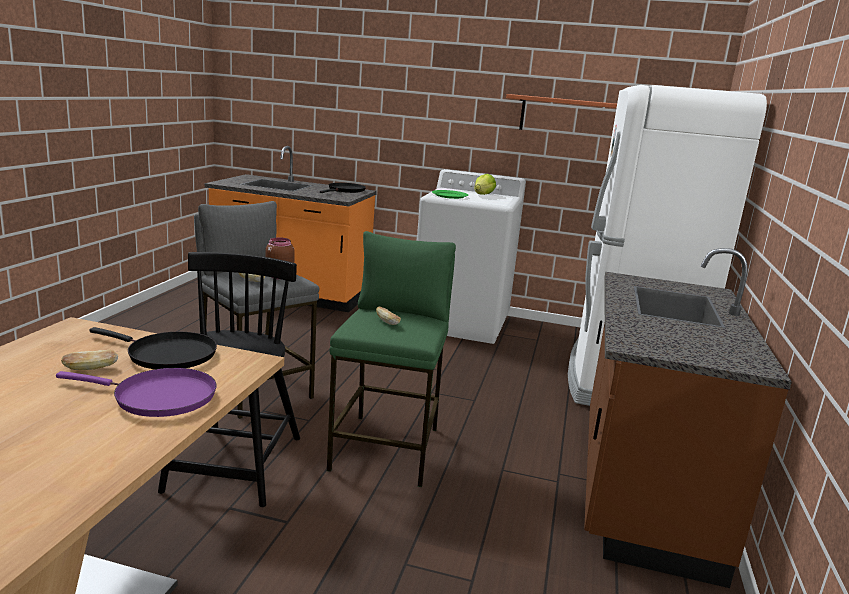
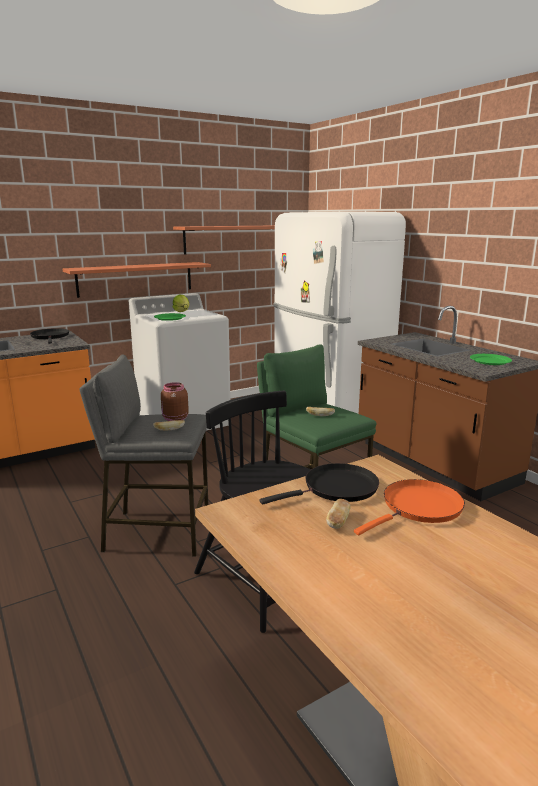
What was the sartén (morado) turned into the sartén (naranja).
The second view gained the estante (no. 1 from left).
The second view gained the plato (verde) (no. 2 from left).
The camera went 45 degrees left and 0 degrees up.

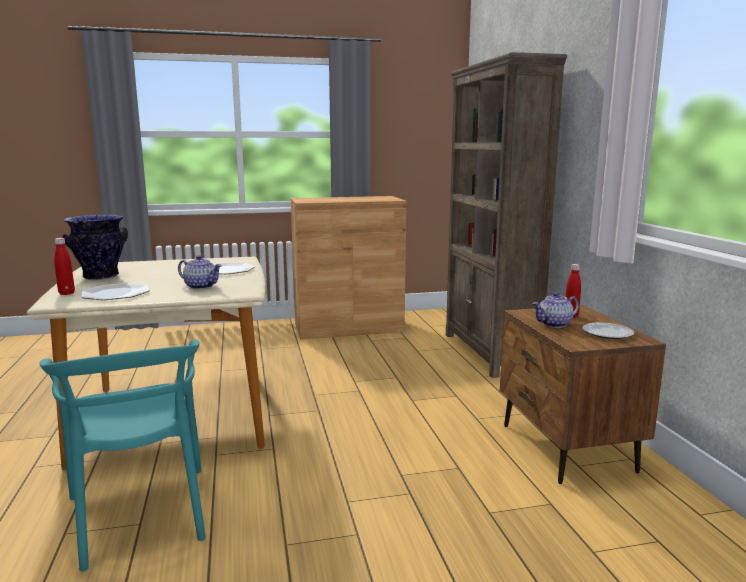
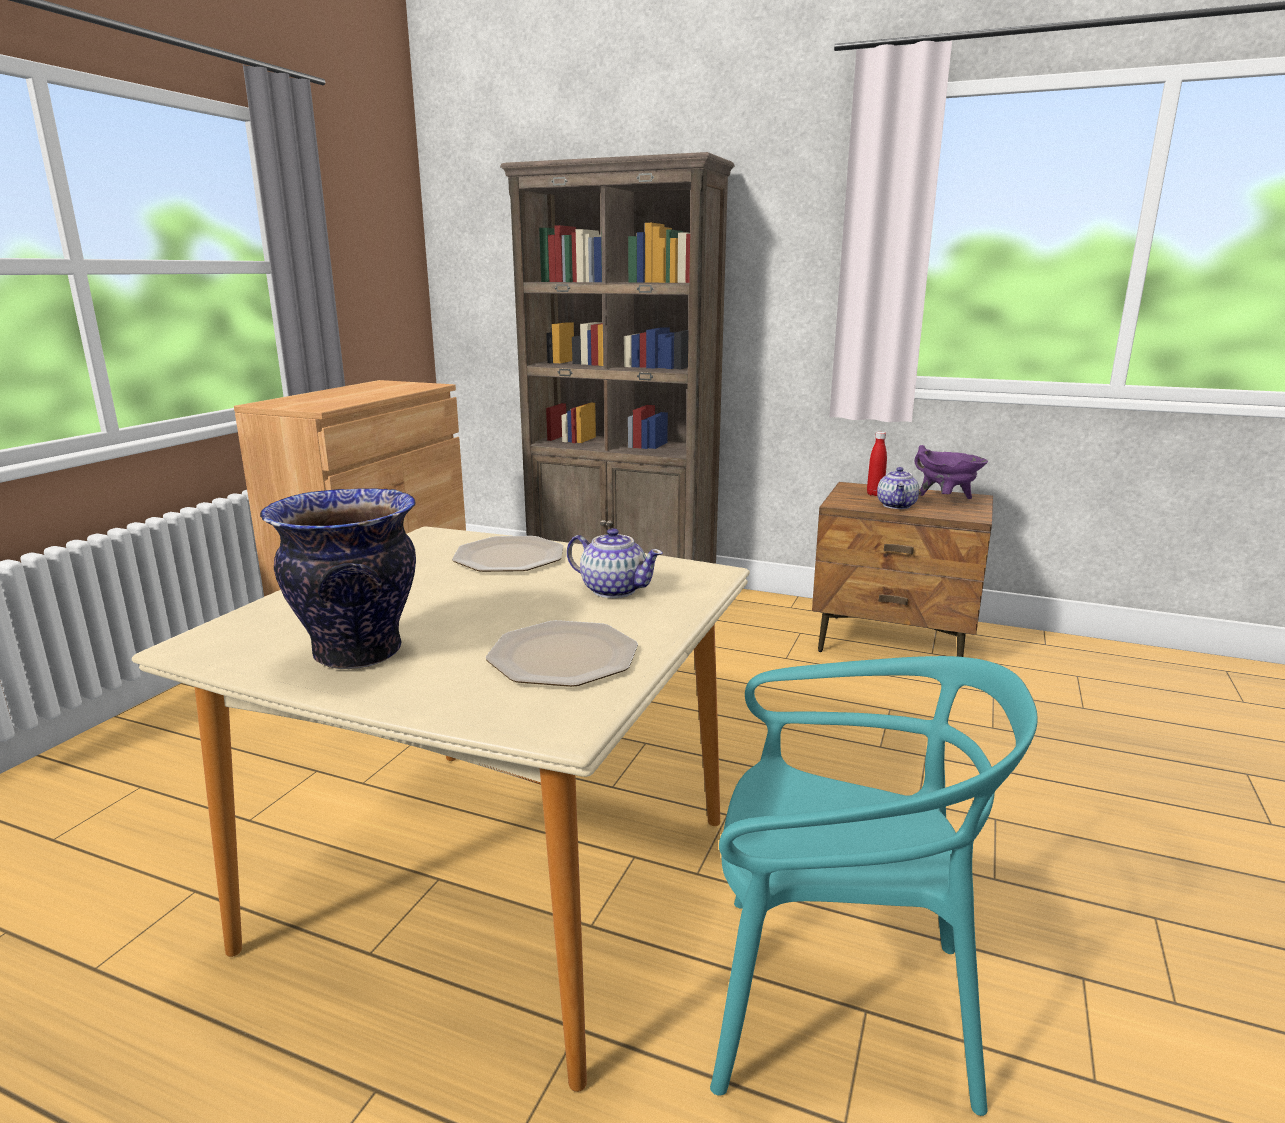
The second view lost the botella (rojo) (no. 1 from left).
The tetera (no. 1 from left) ended up facing another way, 60 degrees clockwise from before.
Where the plato (no. 3 from left) stood, the olla (morado) came to stand.
The camera went 55 degrees left and 5 degrees up.

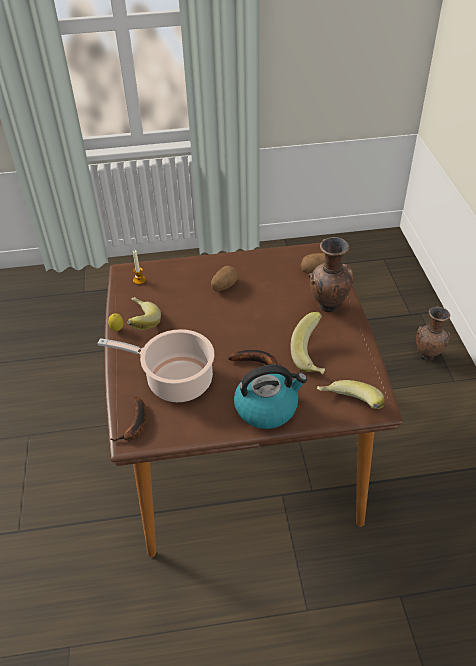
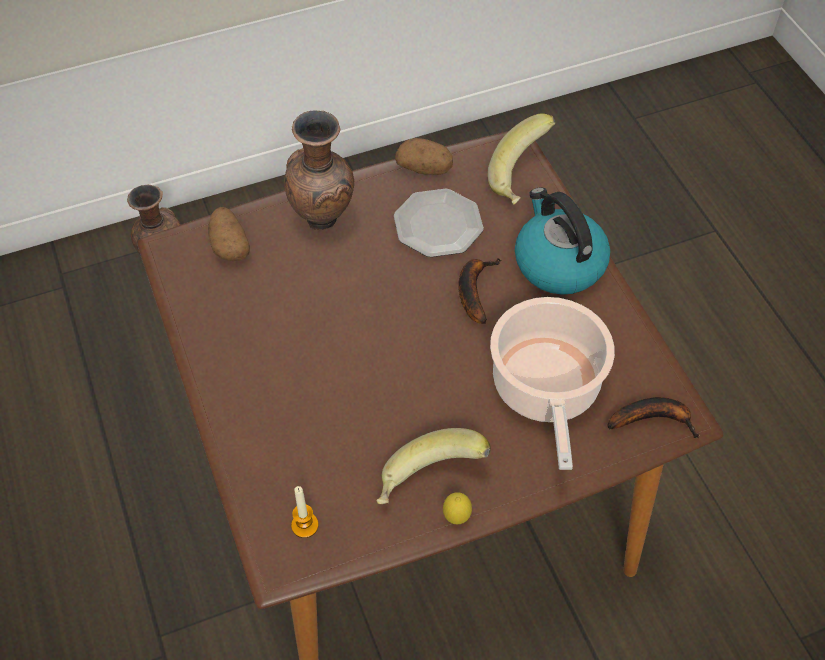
The patata (no. 1 from left in the first image) ended up elsewhere.
Where the plátano (no. 4 from left) stood, the plato came to stand.
The camera went 105 degrees left and 10 degrees up.

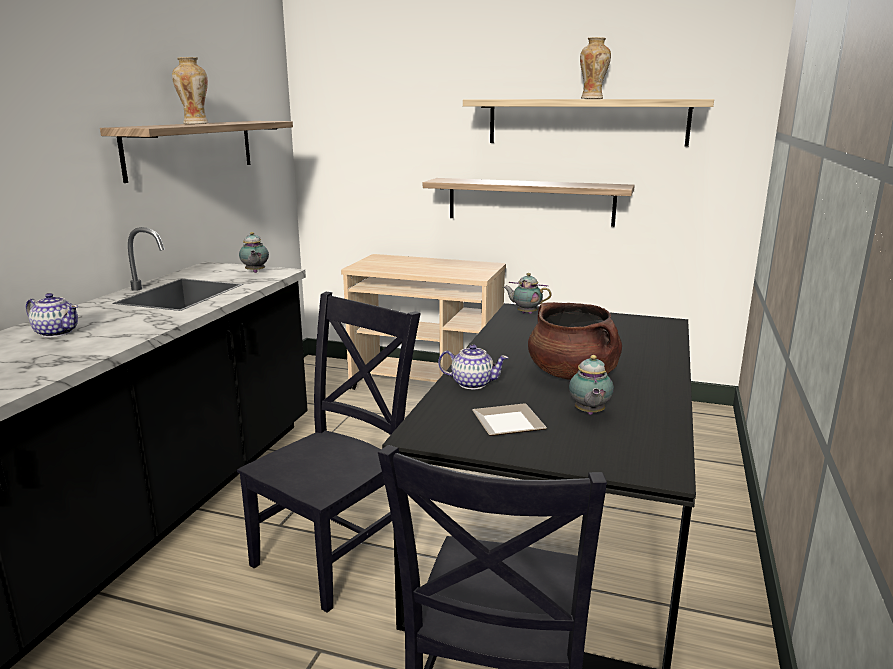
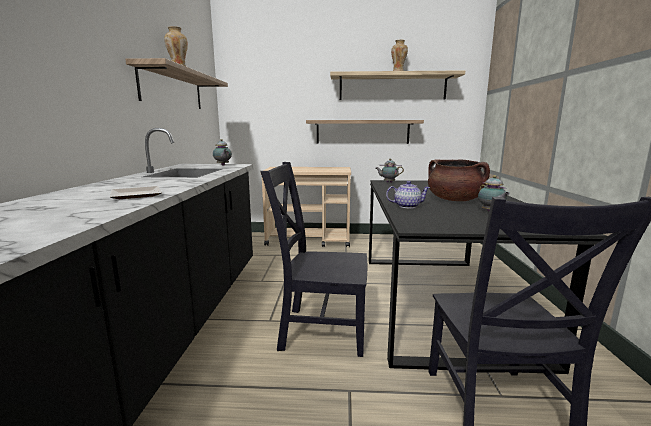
The silla (negro) (no. 1 from left) ended up facing another way, 105 degrees counterclockwise from before.
The second view lost the tetera (no. 1 from left).
The plato ended up elsewhere.
The camera went 15 degrees left and 5 degrees down.

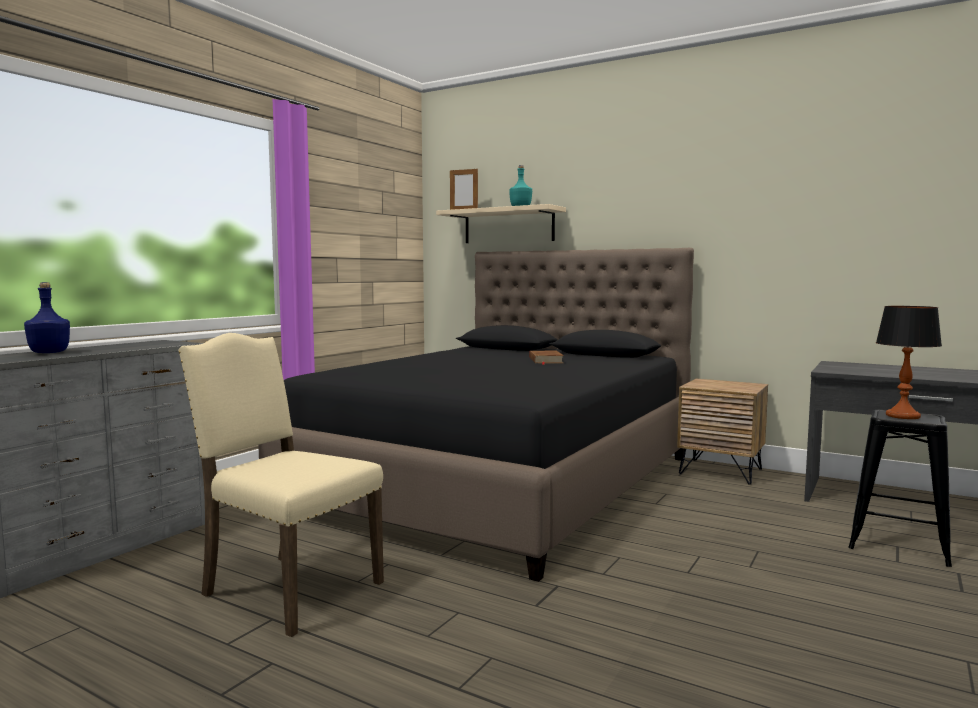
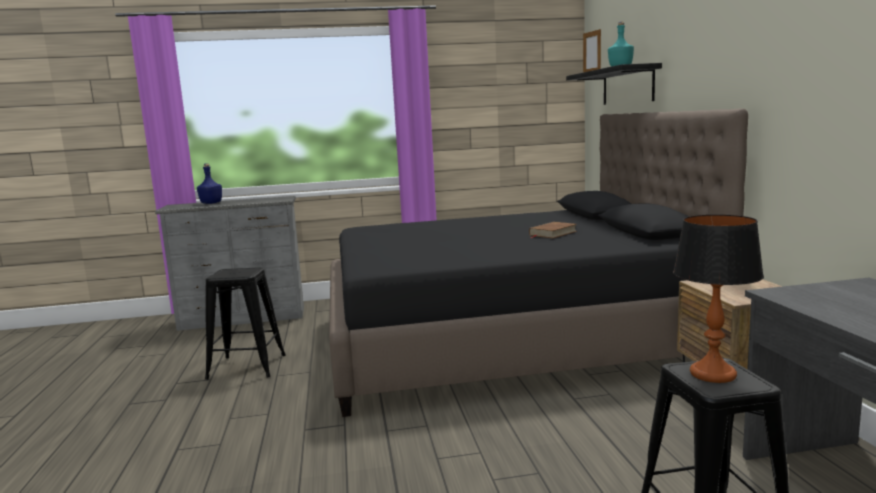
What was the estante (beis) turned into the estante (negro).
Where the silla (beis) stood, the taburete (negro) (no. 1 from left) came to stand.
The camera went 50 degrees right and 5 degrees up.

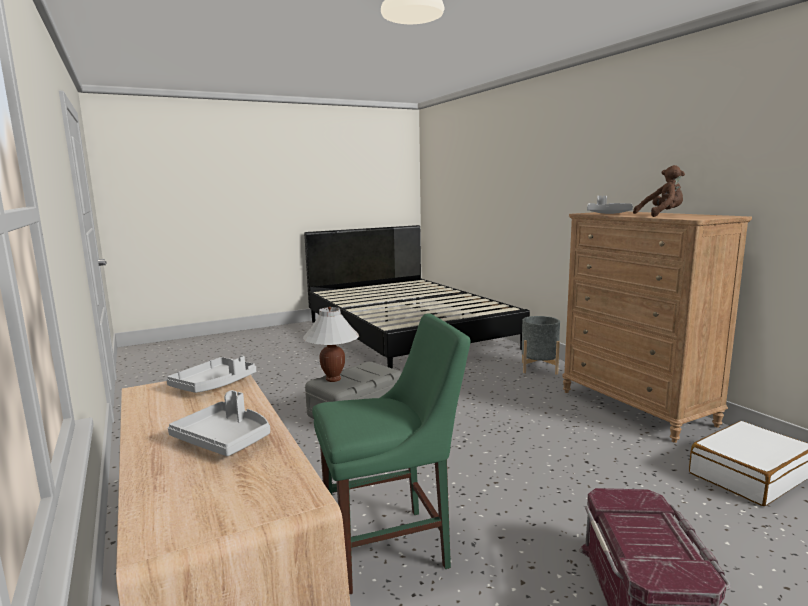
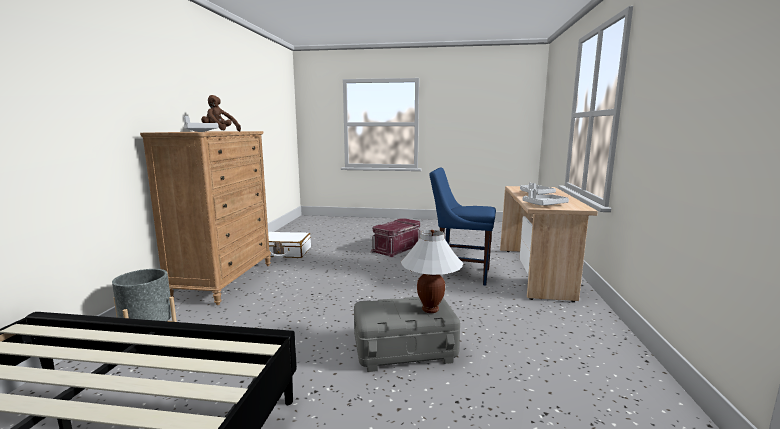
What was the silla (verde) turned into the silla (azul).
The camera went 145 degrees left and 0 degrees up.

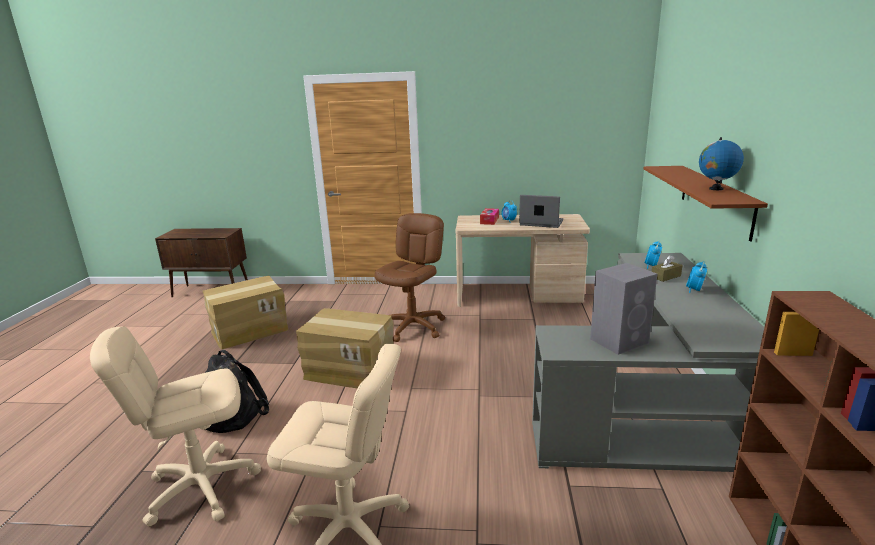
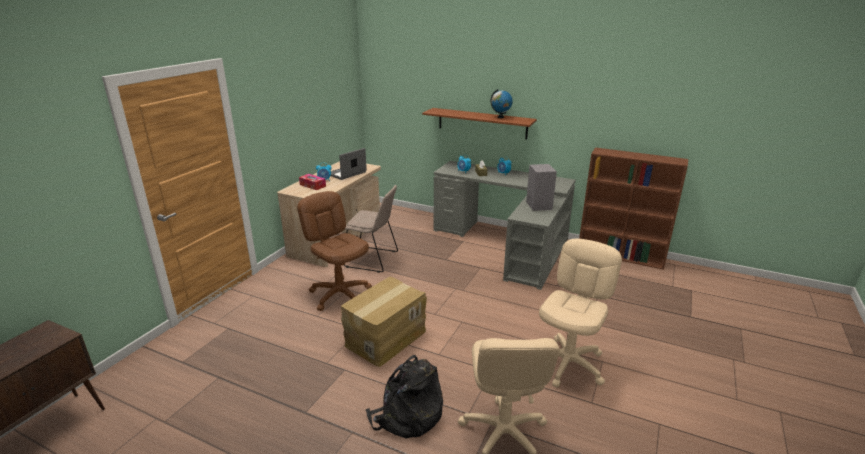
The second view lost the caja de cartón (no. 1 from left).
The second view gained the silla (beis).
The camera went 70 degrees left and 5 degrees up.

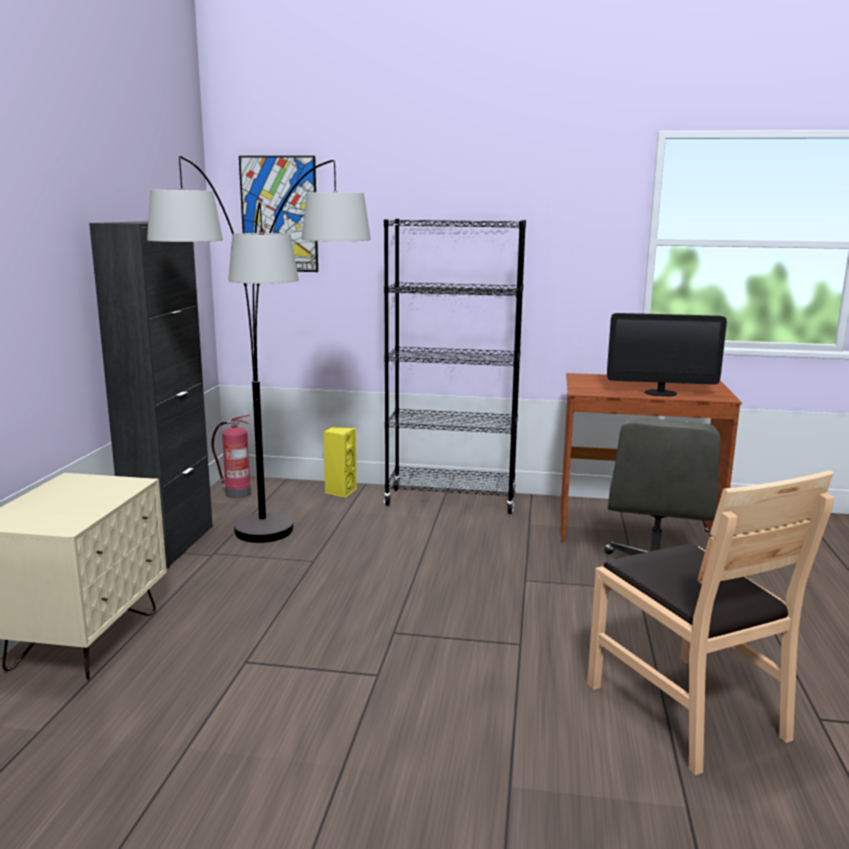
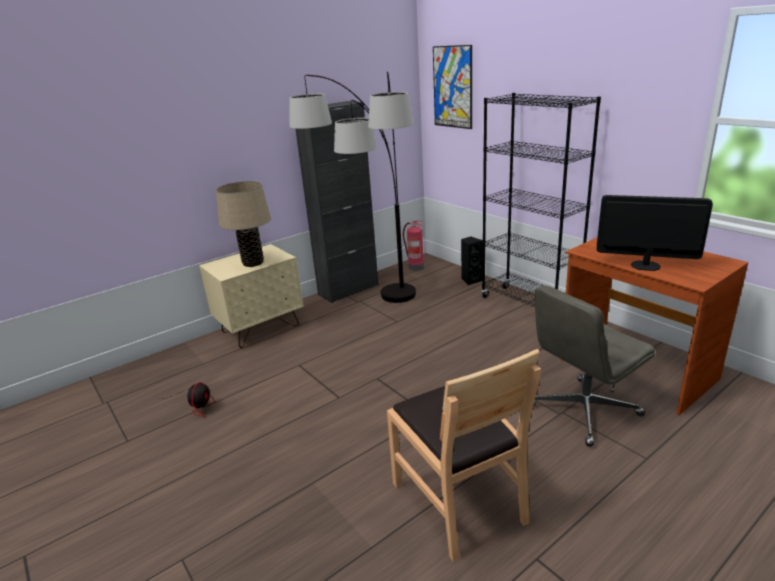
The monitor ended up facing another way, 150 degrees clockwise from before.
What was the altavoz (amarillo) turned into the altavoz (negro).
The silla (marrón) ended up facing another way, 45 degrees counterclockwise from before.
The second view gained the lámpara de mesa (beis).
The second view gained the ventilador.
The camera went 45 degrees right and 10 degrees up.

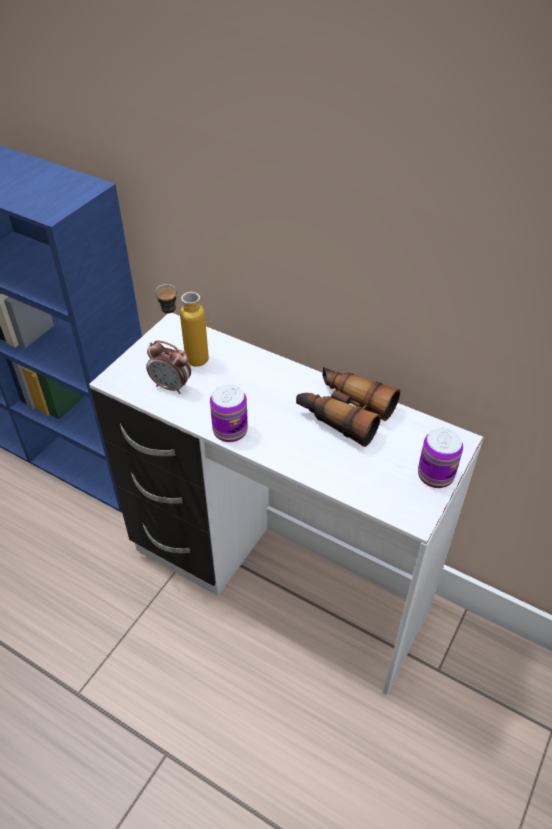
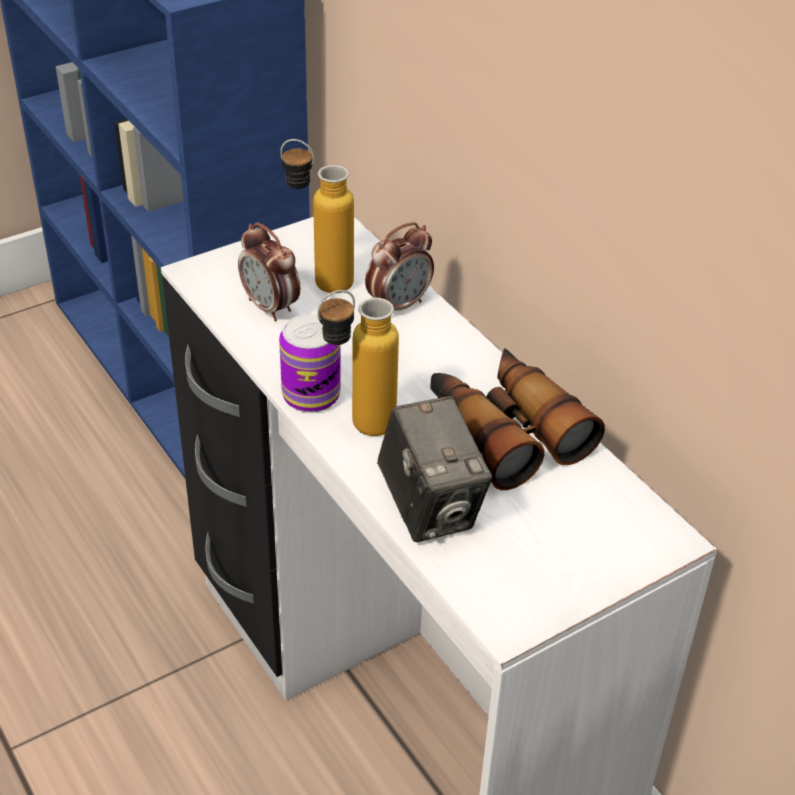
The second view lost the lata (no. 2 from left).
The second view gained the despertador (no. 2 from left).
The second view gained the botella (no. 2 from left).
The second view gained the cámara.
The camera went 25 degrees right and 5 degrees down.

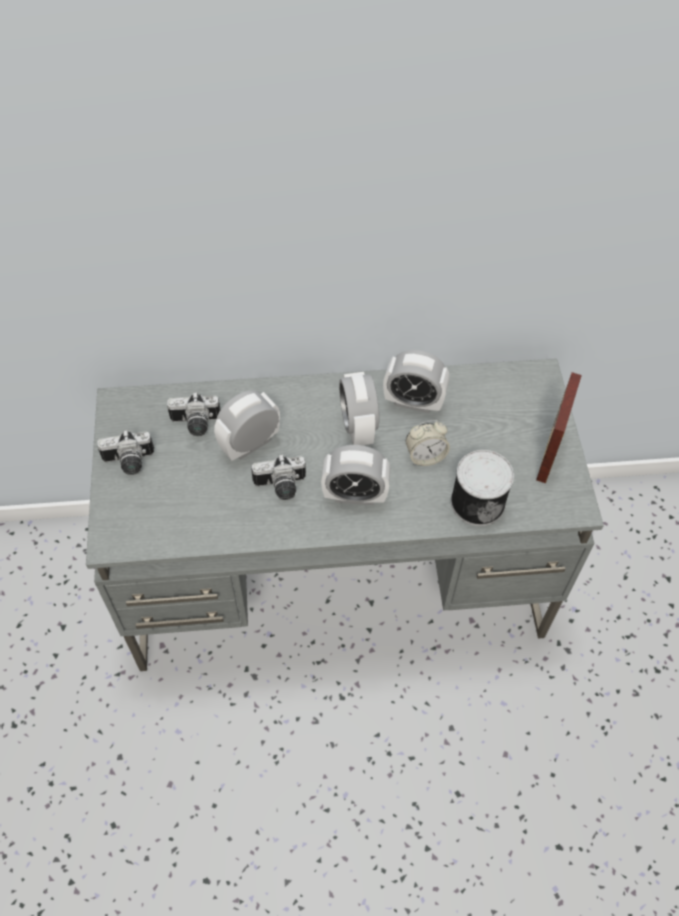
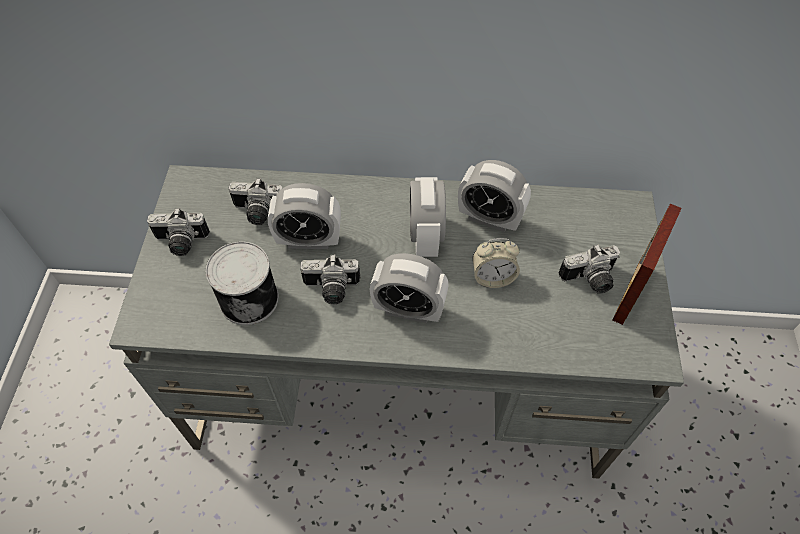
The despertador (no. 1 from left) ended up facing another way, 150 degrees counterclockwise from before.
The lata ended up elsewhere.
The second view gained the cámara (no. 4 from left).
The camera went 10 degrees right and 0 degrees up.

